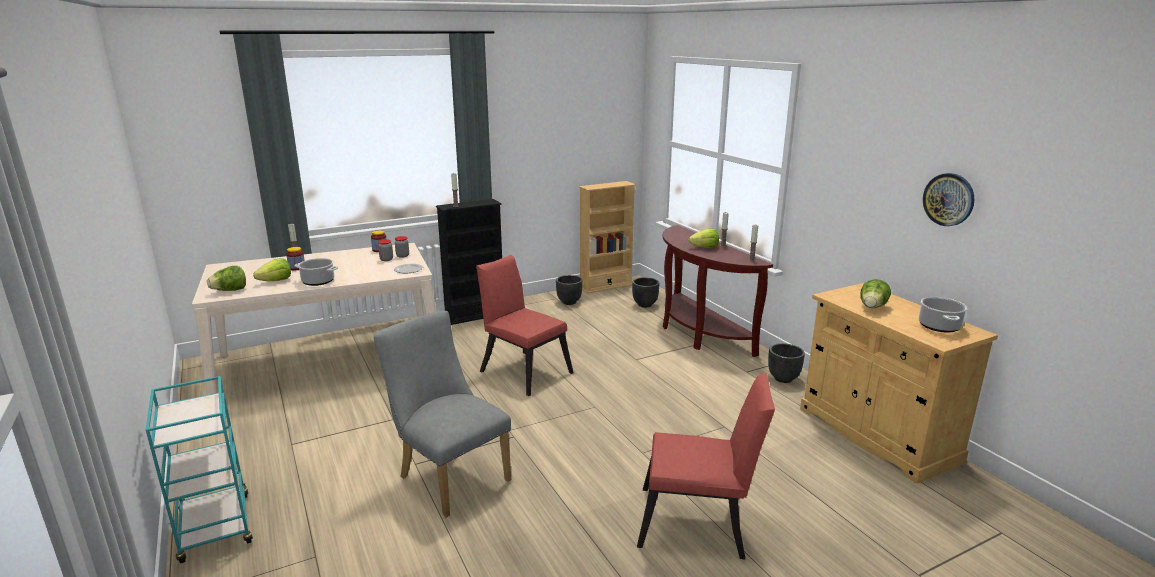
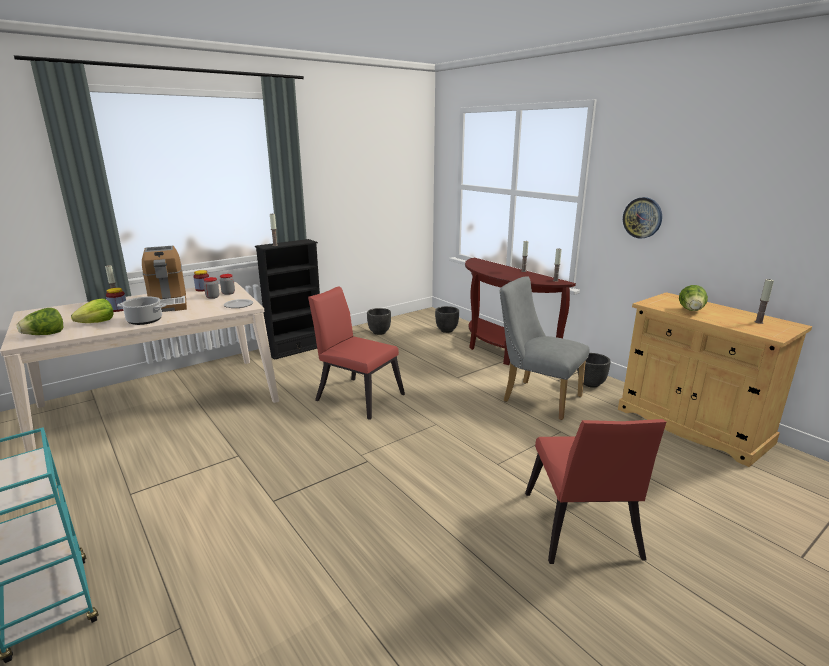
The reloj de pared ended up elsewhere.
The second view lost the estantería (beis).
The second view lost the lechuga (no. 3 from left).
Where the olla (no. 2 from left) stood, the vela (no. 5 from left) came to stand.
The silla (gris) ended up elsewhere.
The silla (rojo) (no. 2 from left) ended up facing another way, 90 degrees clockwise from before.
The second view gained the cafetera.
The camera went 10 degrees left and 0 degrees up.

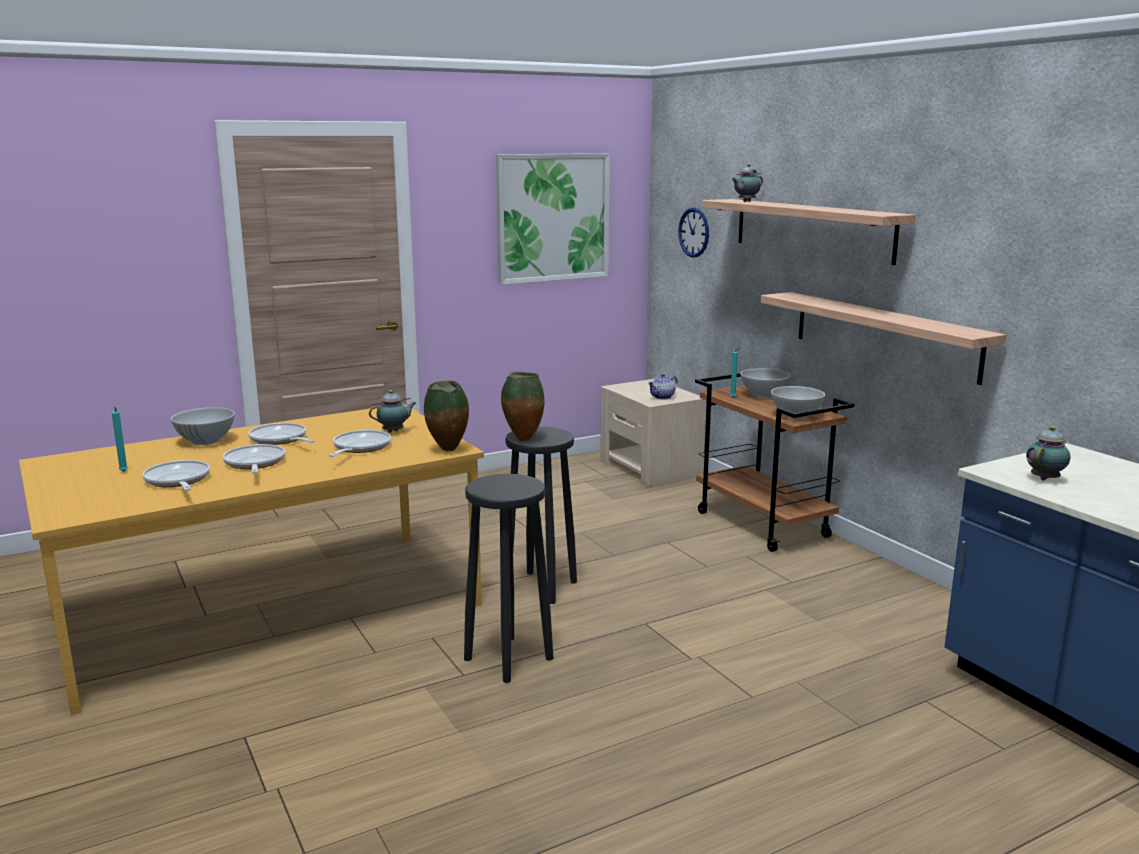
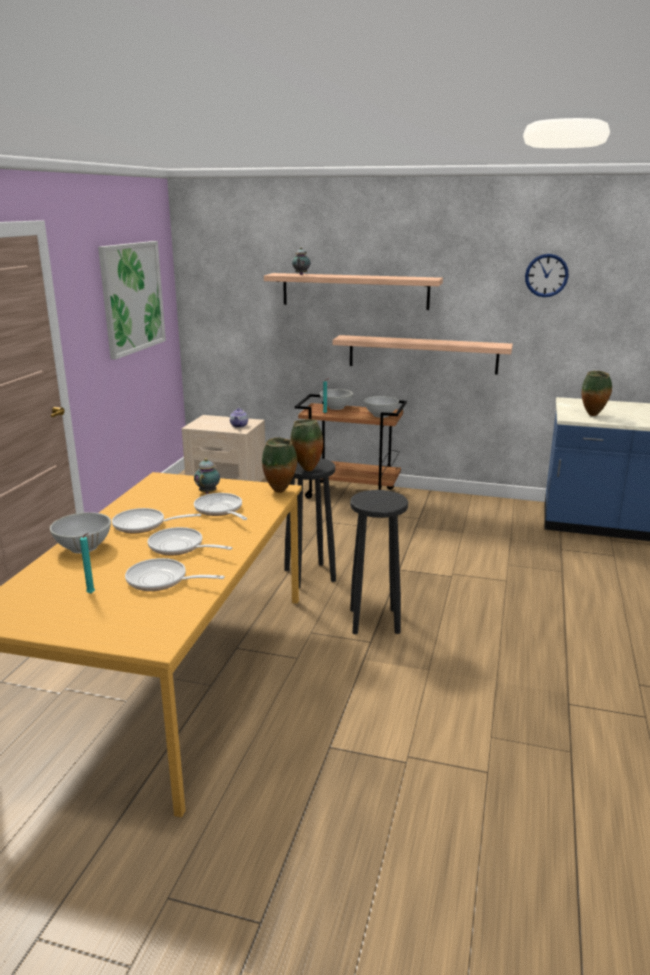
The reloj de pared ended up elsewhere.
Where the tetera (no. 4 from left) stood, the florero (no. 3 from left) came to stand.
The camera went 45 degrees left and 5 degrees up.

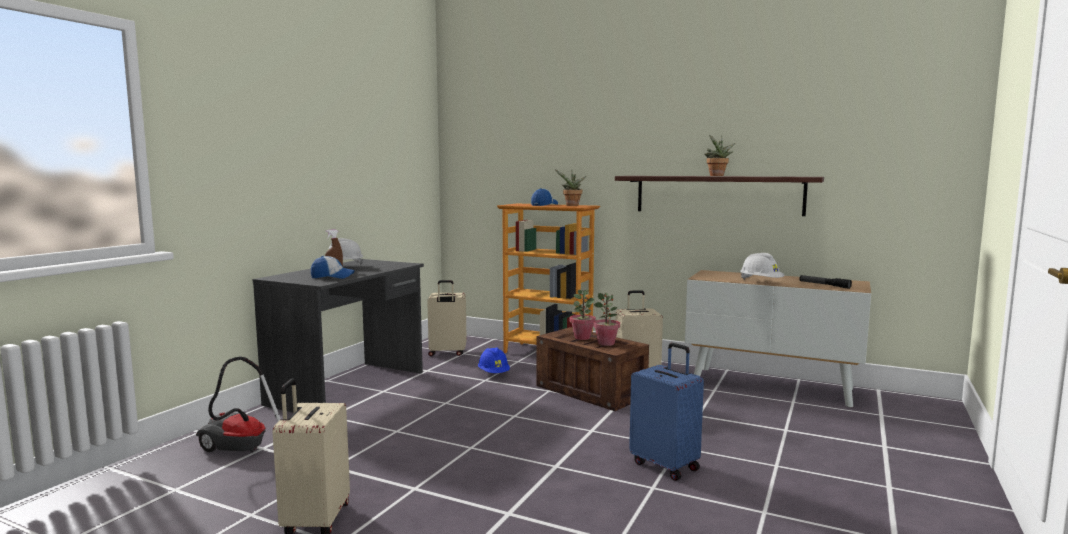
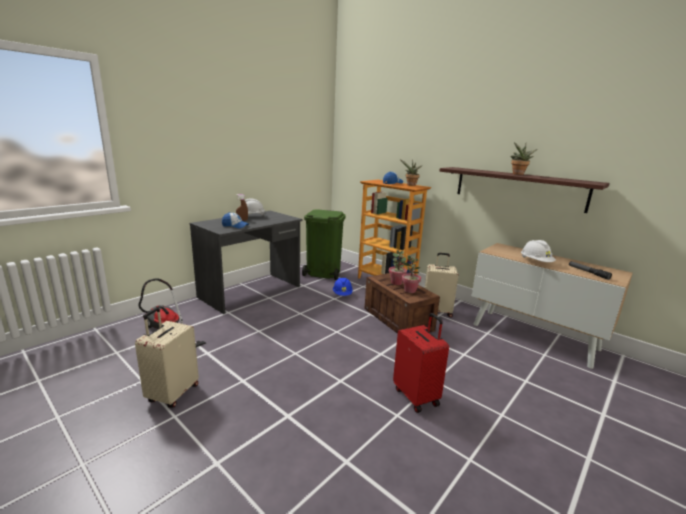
Where the maleta (beis) (no. 2 from left) stood, the papelera (verde) came to stand.
What was the maleta (azul) turned into the maleta (rojo).
The camera went 15 degrees right and 10 degrees up.

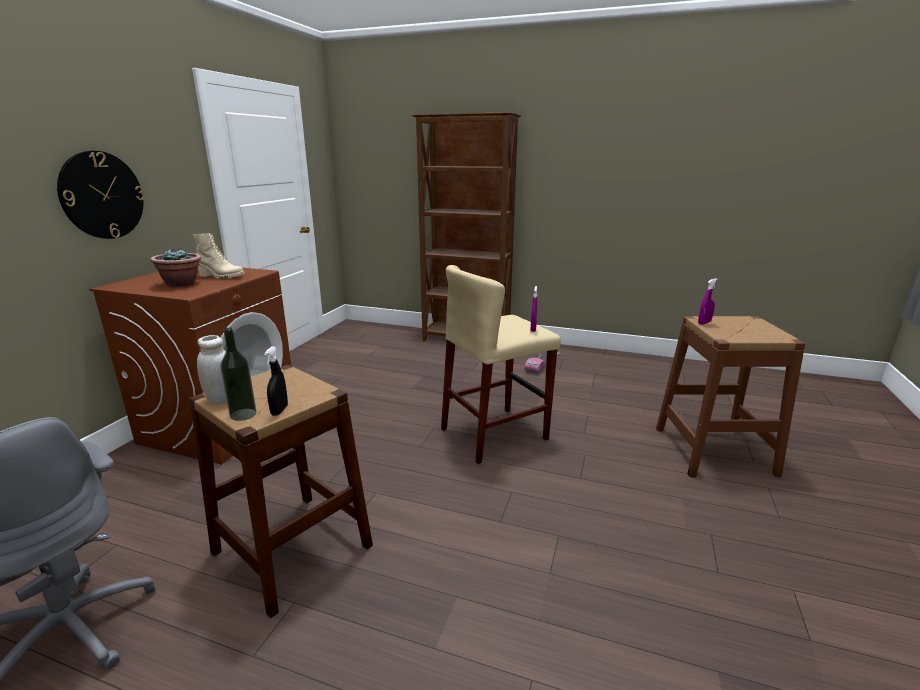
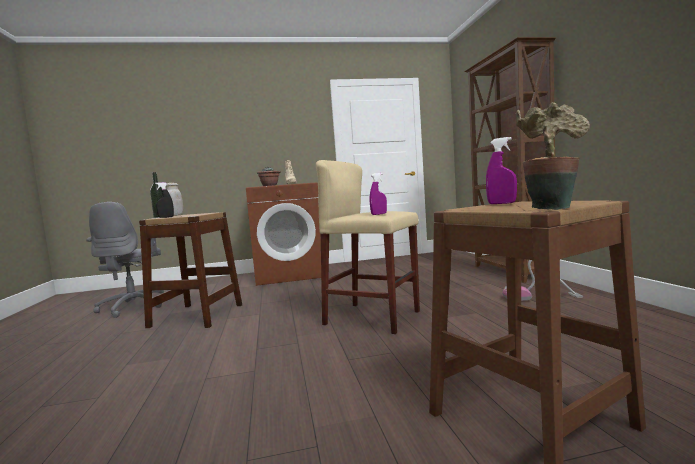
The second view lost the reloj de pared.
The second view gained the planta en maceta (no. 2 from left).
The camera went 60 degrees right and 15 degrees down.

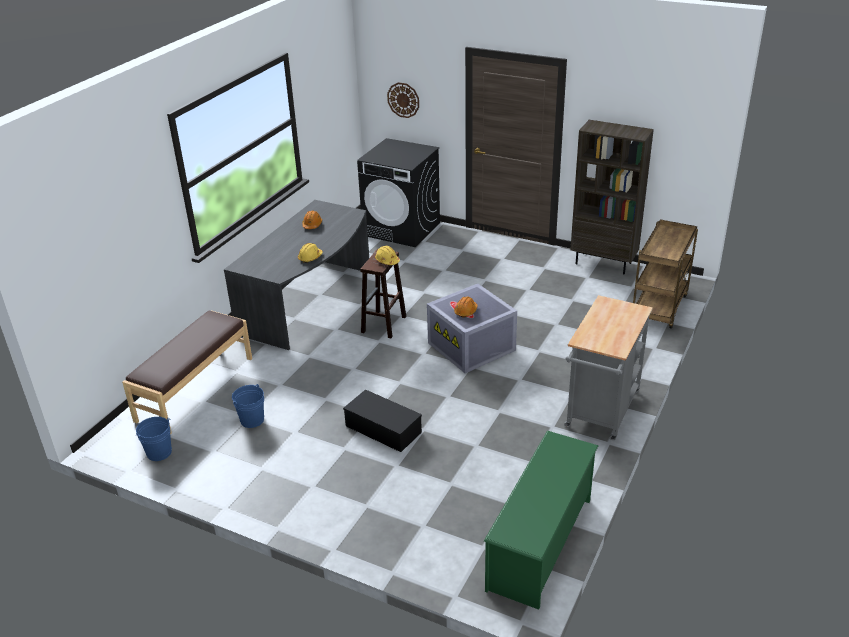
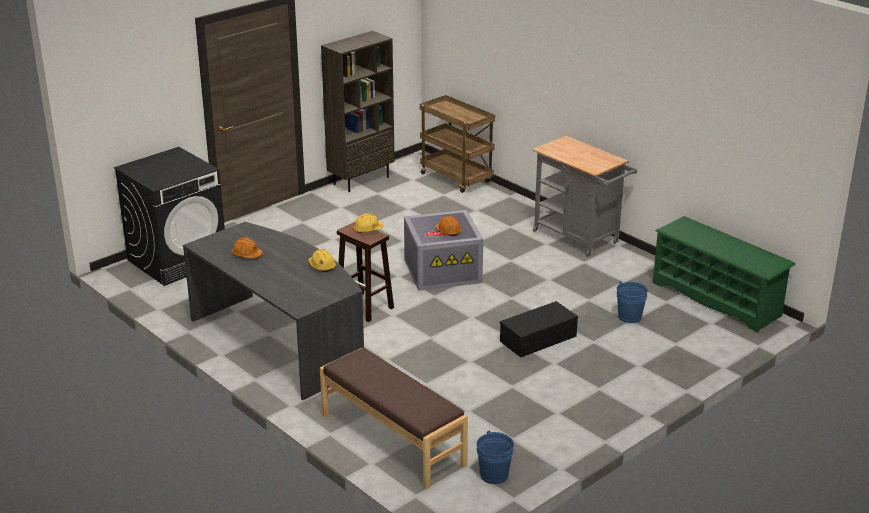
The second view lost the reloj de pared.
The cubo (azul) (no. 2 from left) ended up elsewhere.
The camera went 70 degrees left and 5 degrees down.

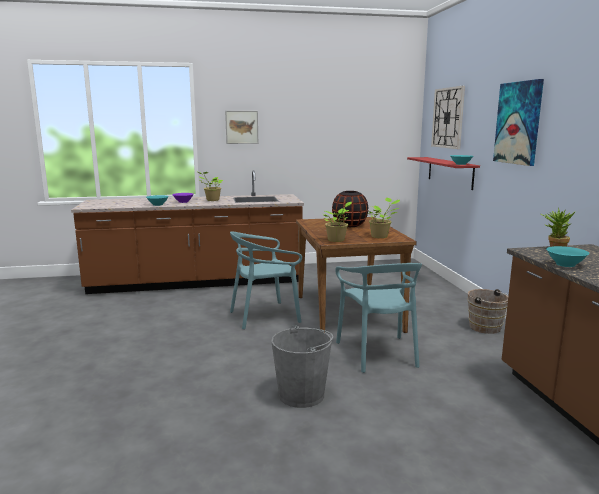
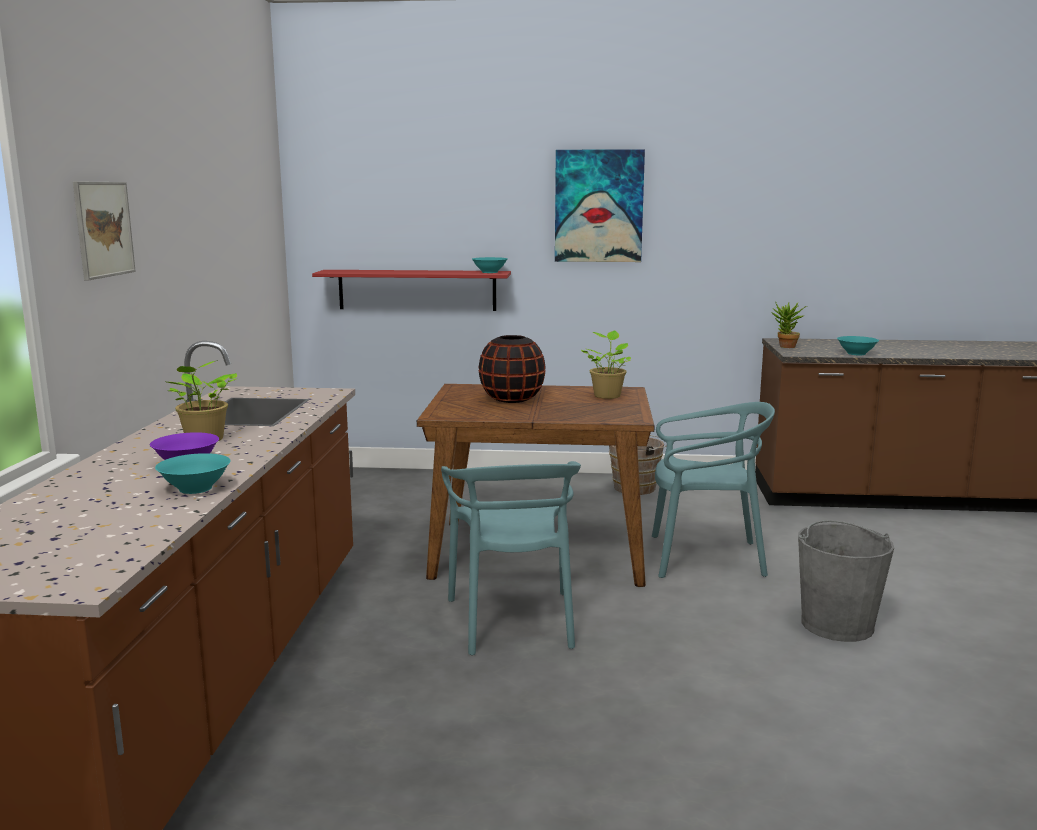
The second view lost the reloj de pared.
The second view lost the planta en maceta (no. 2 from left).
The camera went 75 degrees left and 0 degrees up.

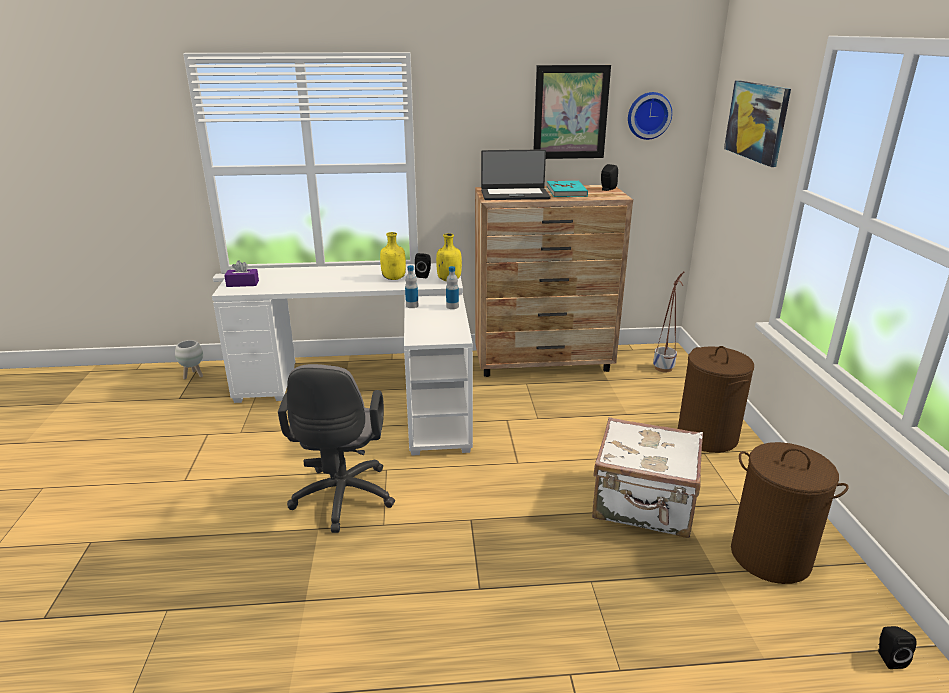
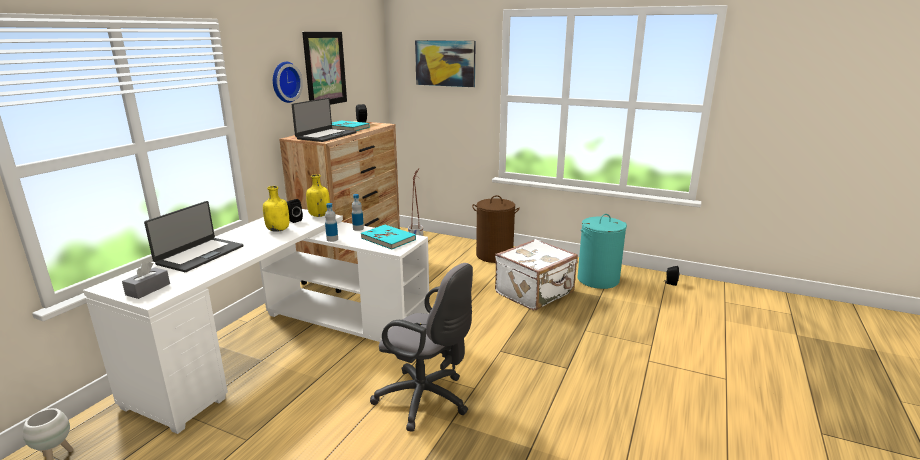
The reloj de pared ended up elsewhere.
What was the caja de pañuelos (morado) turned into the caja de pañuelos (gris).
What was the cesto de la ropa (marrón) (no. 2 from left) turned into the cesto de la ropa (turquesa).
The second view gained the portátil (no. 1 from left).
The second view gained the libro (turquesa) (no. 2 from left).
The camera went 60 degrees left and 5 degrees down.

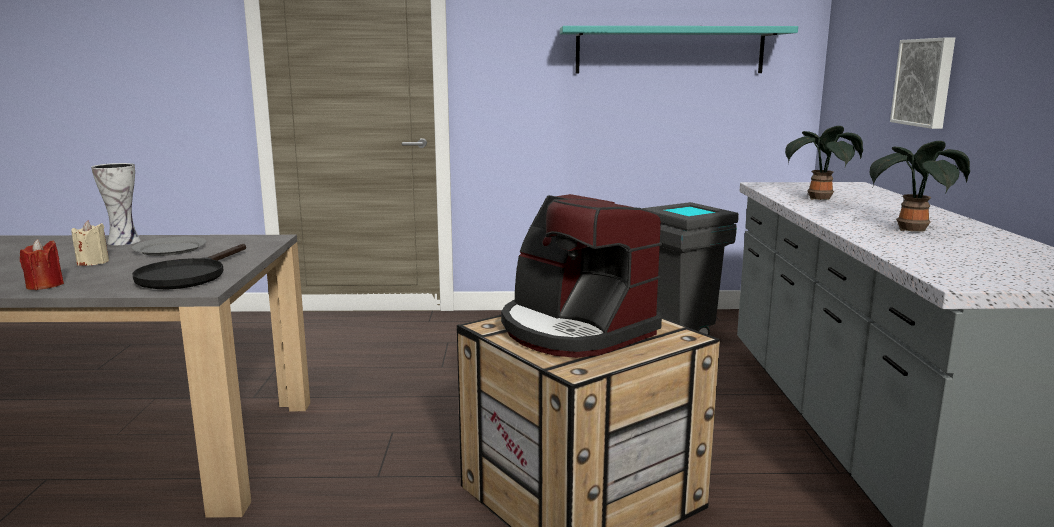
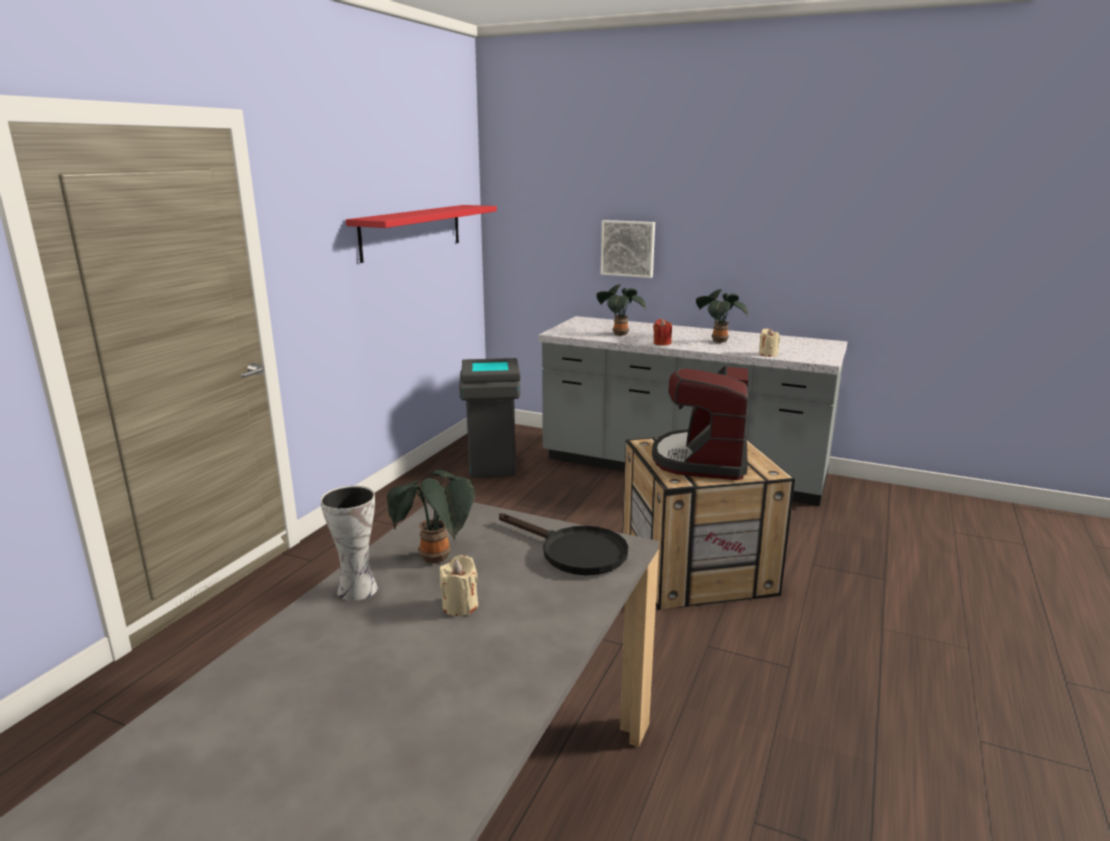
What was the estante (turquesa) turned into the estante (rojo).
The cafetera ended up facing another way, 120 degrees clockwise from before.
Where the plato (gris) stood, the planta en maceta (no. 1 from left) came to stand.
The vela (rojo) ended up elsewhere.
The second view gained the vela (beis) (no. 2 from left).
The camera went 65 degrees left and 5 degrees up.

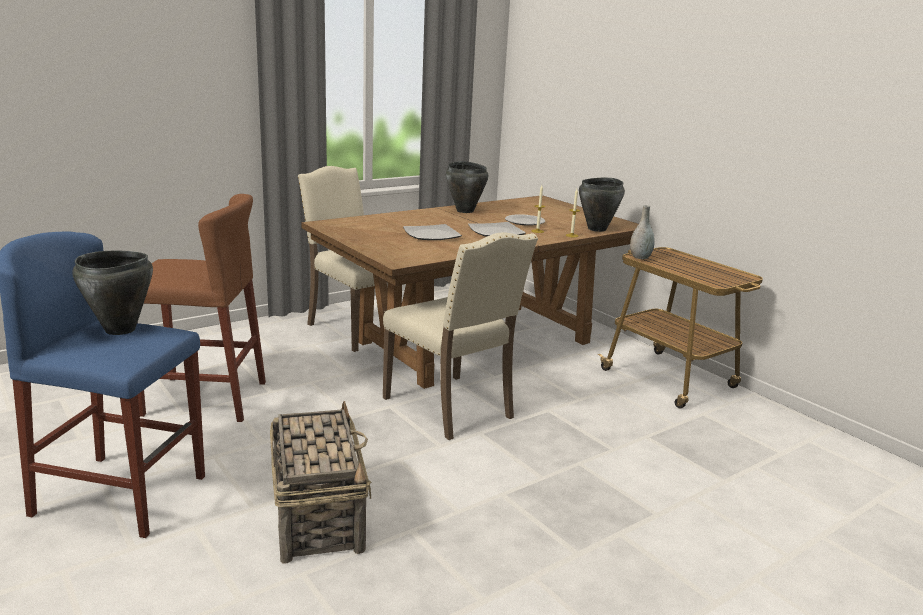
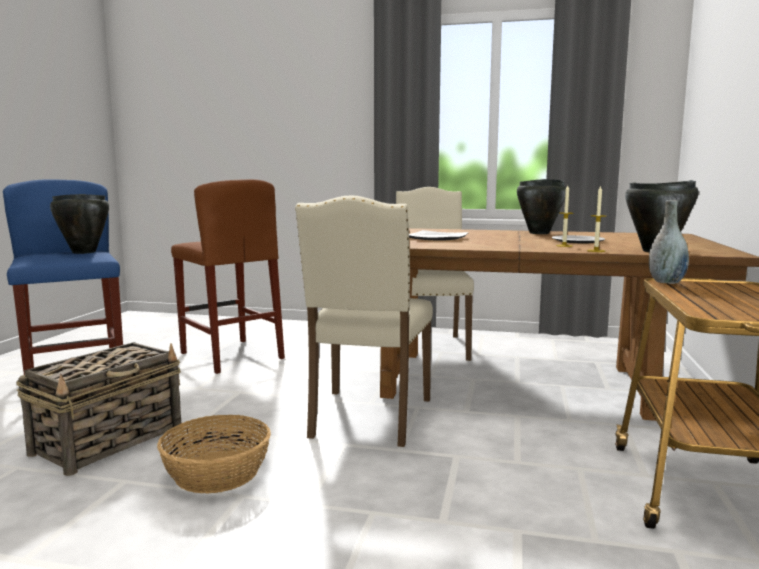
The second view lost the plato (no. 2 from left).
The second view gained the cesta (no. 2 from left).
The camera went 50 degrees right and 10 degrees down.

